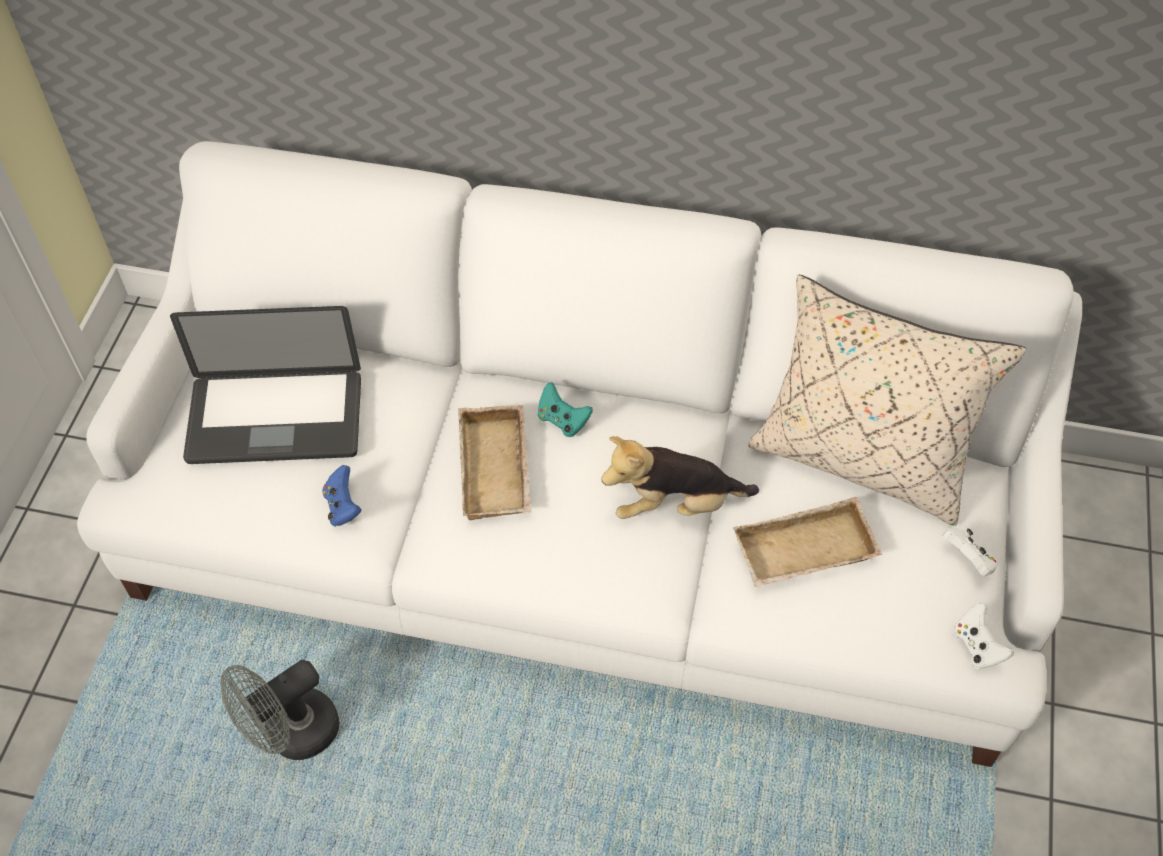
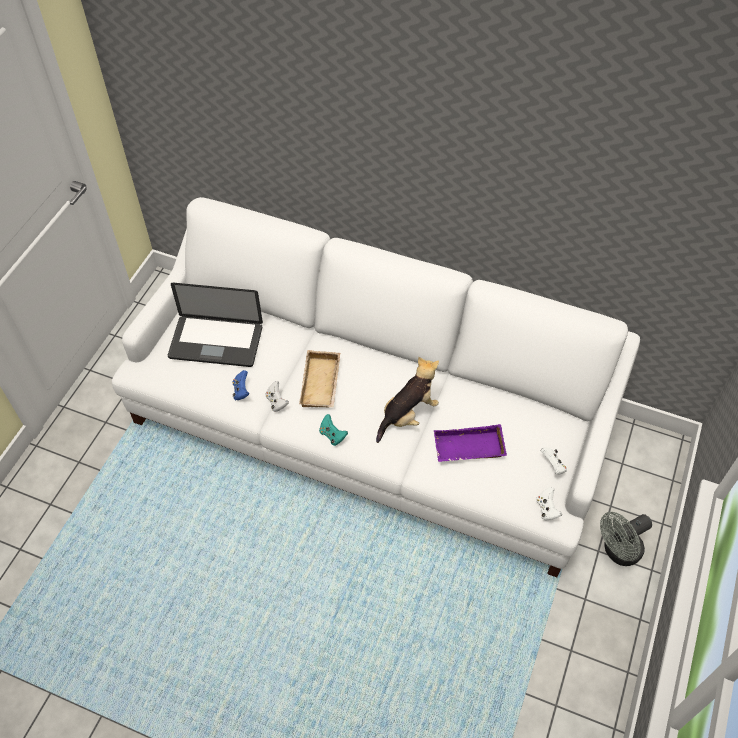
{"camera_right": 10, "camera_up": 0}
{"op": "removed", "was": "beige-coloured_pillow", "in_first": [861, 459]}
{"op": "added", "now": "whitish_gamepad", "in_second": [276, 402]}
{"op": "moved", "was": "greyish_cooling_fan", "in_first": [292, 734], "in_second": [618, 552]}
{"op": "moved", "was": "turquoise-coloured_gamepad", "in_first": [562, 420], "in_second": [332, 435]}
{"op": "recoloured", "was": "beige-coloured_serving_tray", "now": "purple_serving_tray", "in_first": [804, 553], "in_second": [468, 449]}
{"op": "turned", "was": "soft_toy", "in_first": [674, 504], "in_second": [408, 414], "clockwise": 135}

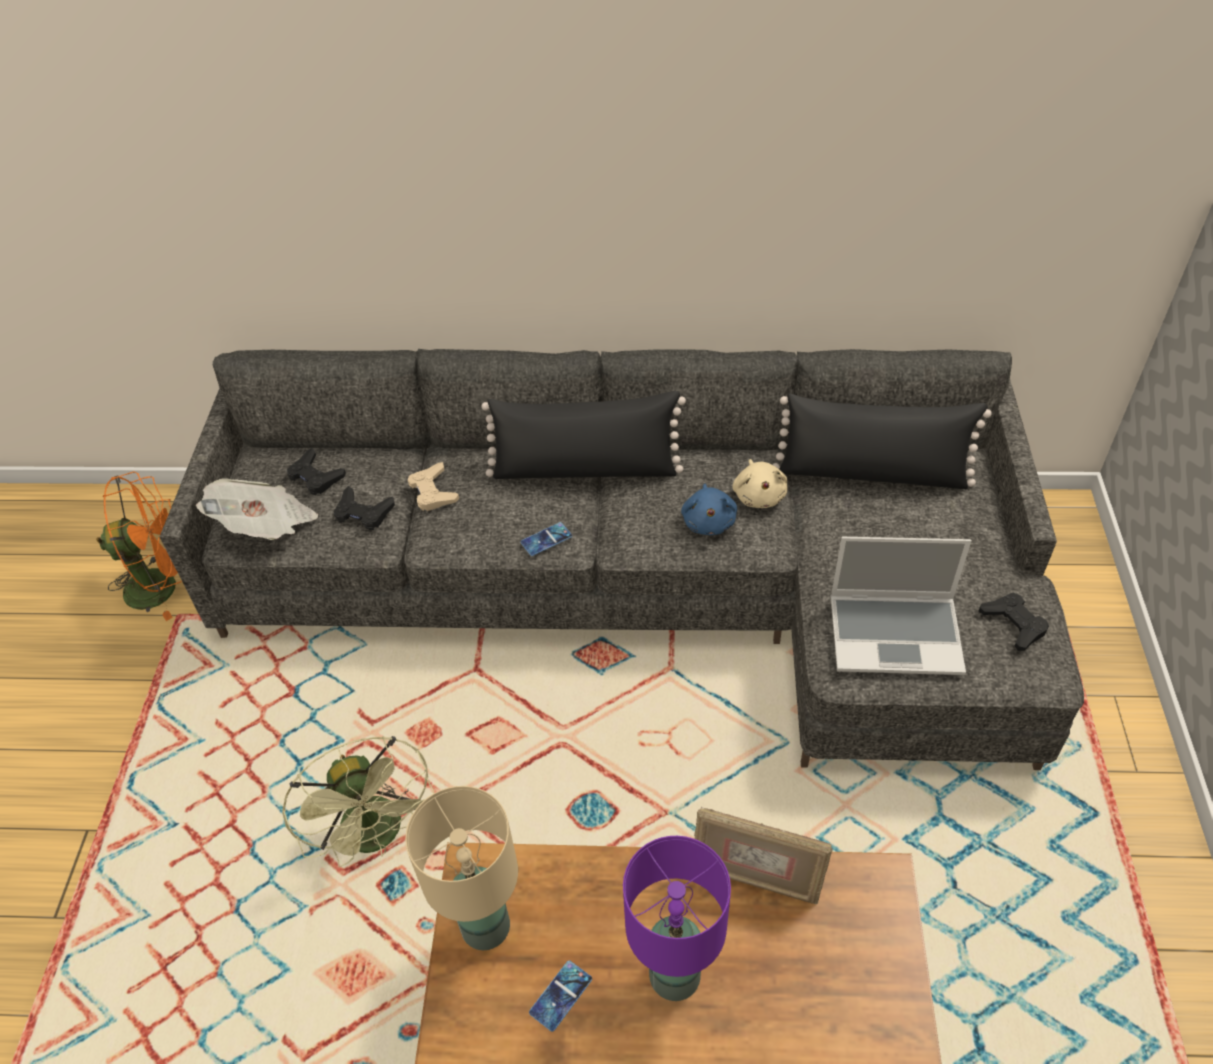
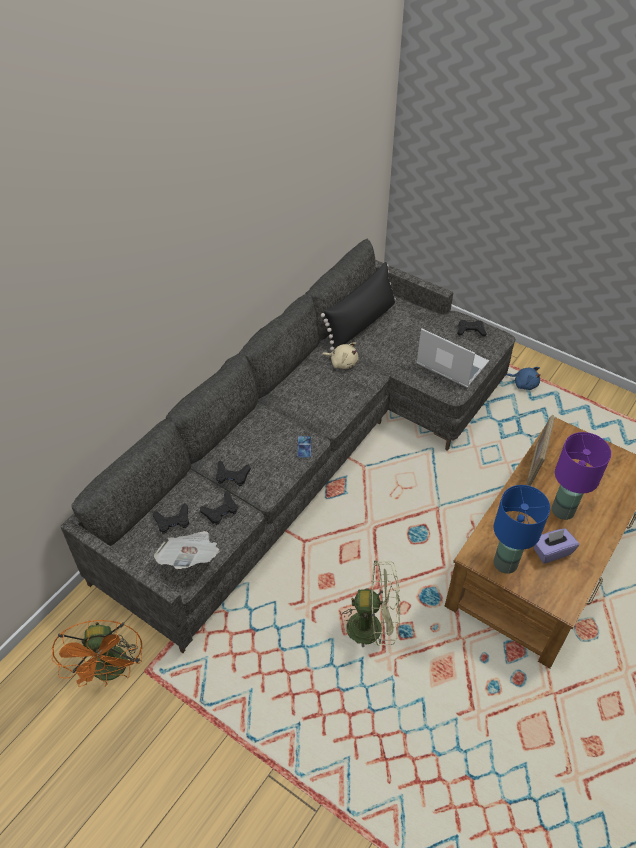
{"camera_right": -60, "camera_up": 0}
{"op": "removed", "was": "black-coloured_pillow", "in_first": [585, 469]}
{"op": "moved", "was": "bluish_soft_toy", "in_first": [709, 521], "in_second": [524, 384]}
{"op": "replaced", "was": "telephone", "now": "purple_tissue_box", "in_first": [560, 995], "in_second": [551, 551]}
{"op": "recoloured", "was": "beige-coloured_tabletop_lamp", "now": "bluish_tabletop_lamp", "in_first": [485, 928], "in_second": [506, 564]}
{"op": "recoloured", "was": "beige-coloured_gamepad", "now": "black-coloured_gamepad", "in_first": [433, 492], "in_second": [232, 475]}
{"op": "turned", "was": "orange_cooling_fan", "in_first": [163, 585], "in_second": [111, 671], "clockwise": 150}
{"op": "turned", "was": "picture_frame", "in_first": [755, 879], "in_second": [536, 465], "clockwise": 150}
{"op": "turned", "was": "laptop", "in_first": [896, 634], "in_second": [450, 364], "clockwise": -90}

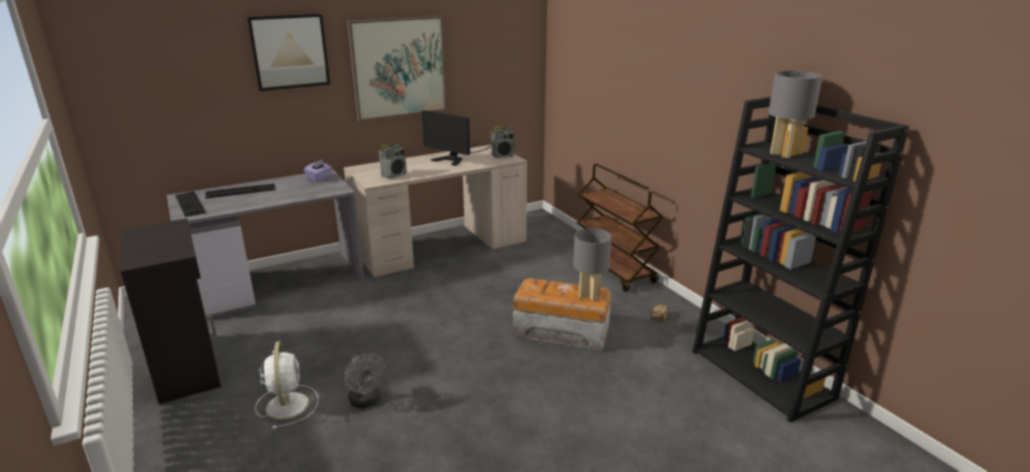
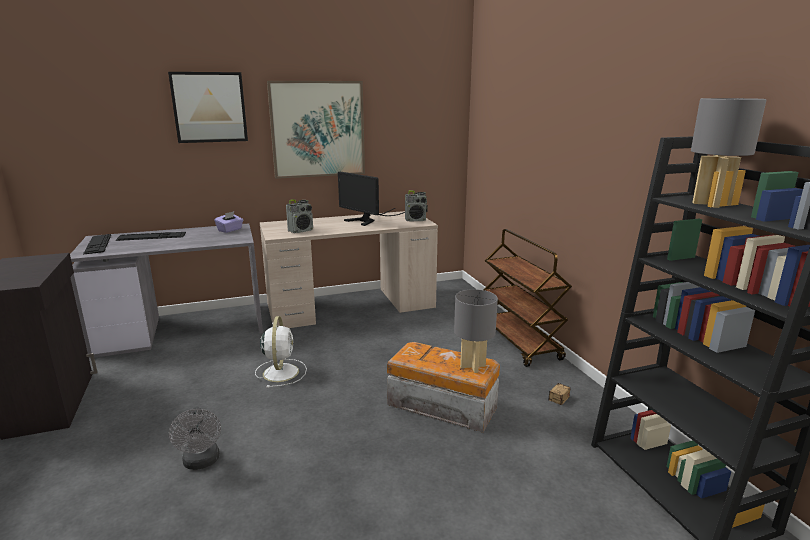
{"camera_right": 10, "camera_up": -5}
{"op": "moved", "was": "whitish_cooling_fan", "in_first": [287, 404], "in_second": [281, 372]}

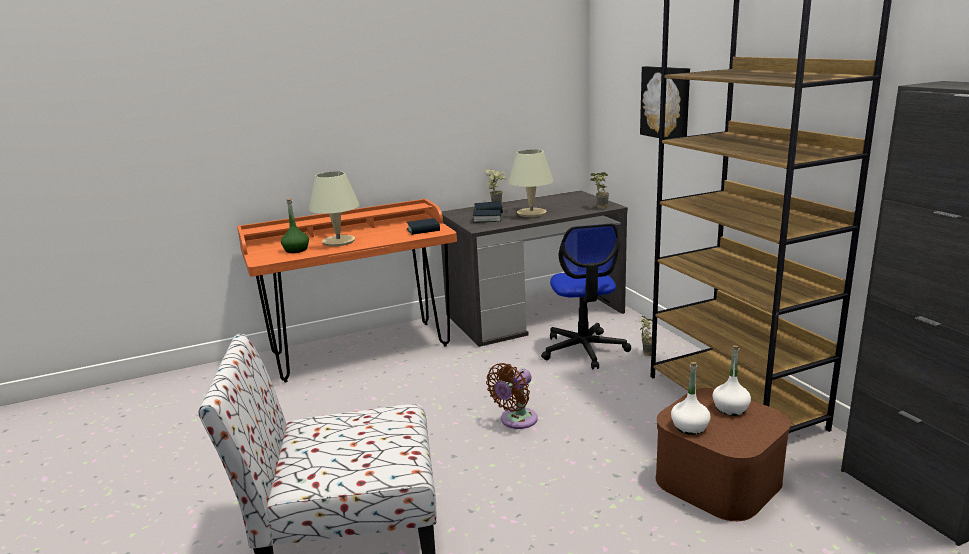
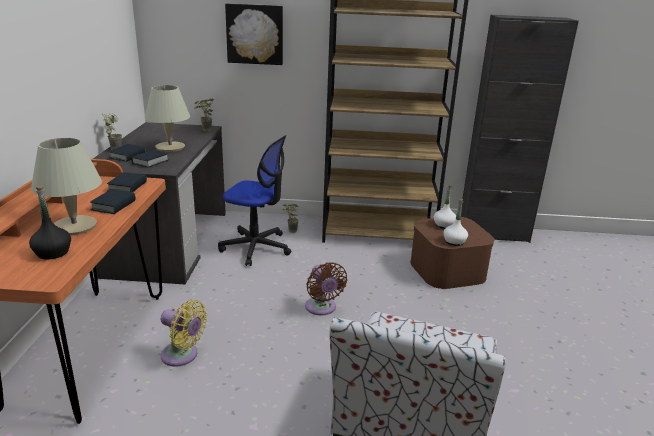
{"camera_right": -65, "camera_up": 5}
{"op": "added", "now": "volume", "in_second": [114, 205]}
{"op": "added", "now": "yellow-coloured_cooling_fan", "in_second": [182, 356]}
{"op": "recoloured", "was": "greenish_drink_bottle", "now": "black-coloured_drink_bottle", "in_first": [296, 250], "in_second": [53, 253]}

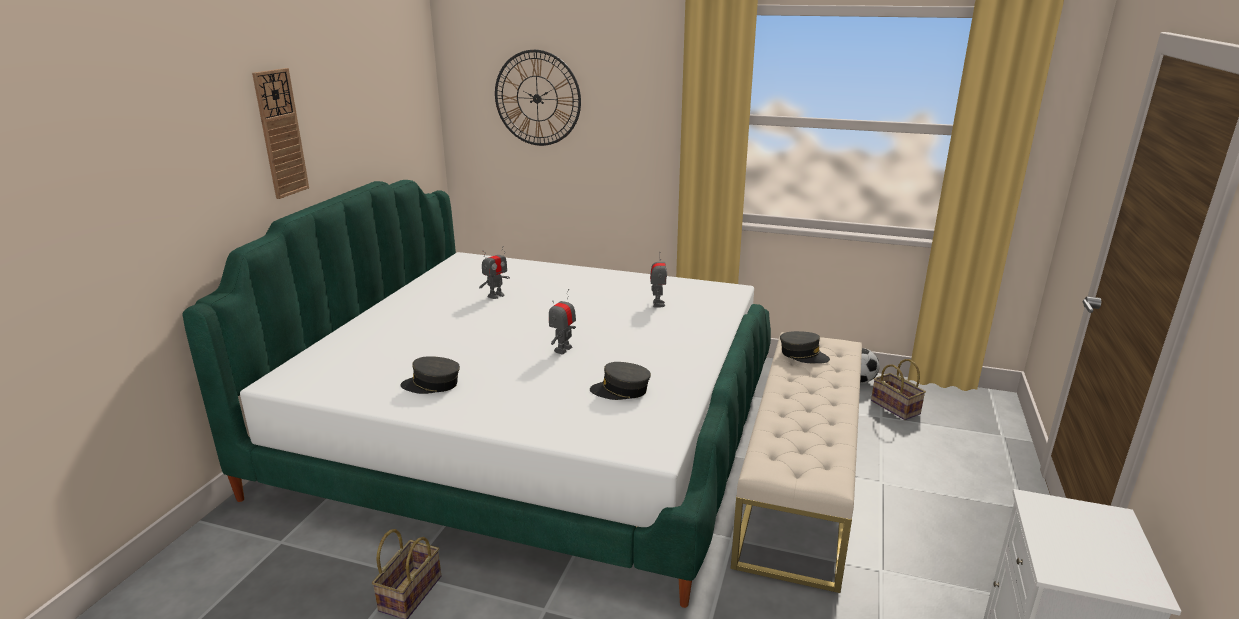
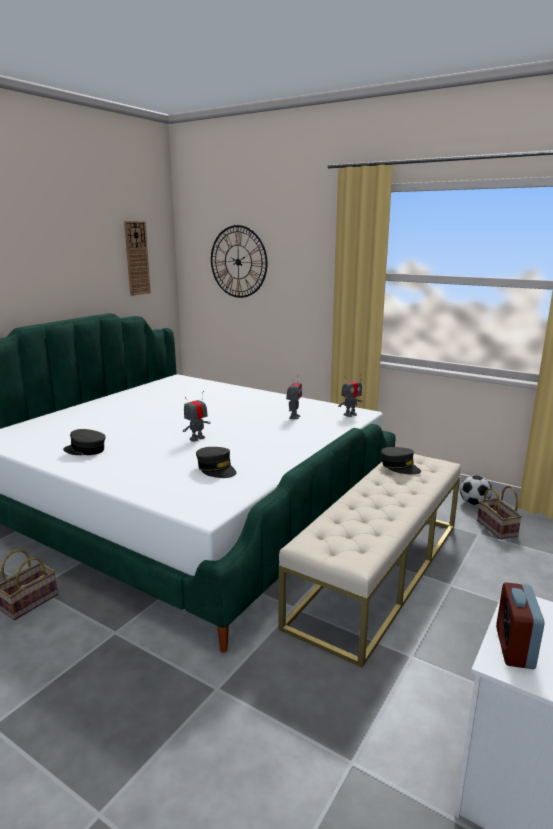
{"camera_right": 15, "camera_up": -5}
{"op": "added", "now": "bedside_clock", "in_second": [514, 648]}
{"op": "moved", "was": "wall_clock", "in_first": [280, 133], "in_second": [137, 258]}
{"op": "moved", "was": "toy_robot", "in_first": [496, 295], "in_second": [350, 414]}
{"op": "turned", "was": "greyish_peaked_cap", "in_first": [621, 390], "in_second": [216, 469], "clockwise": -150}

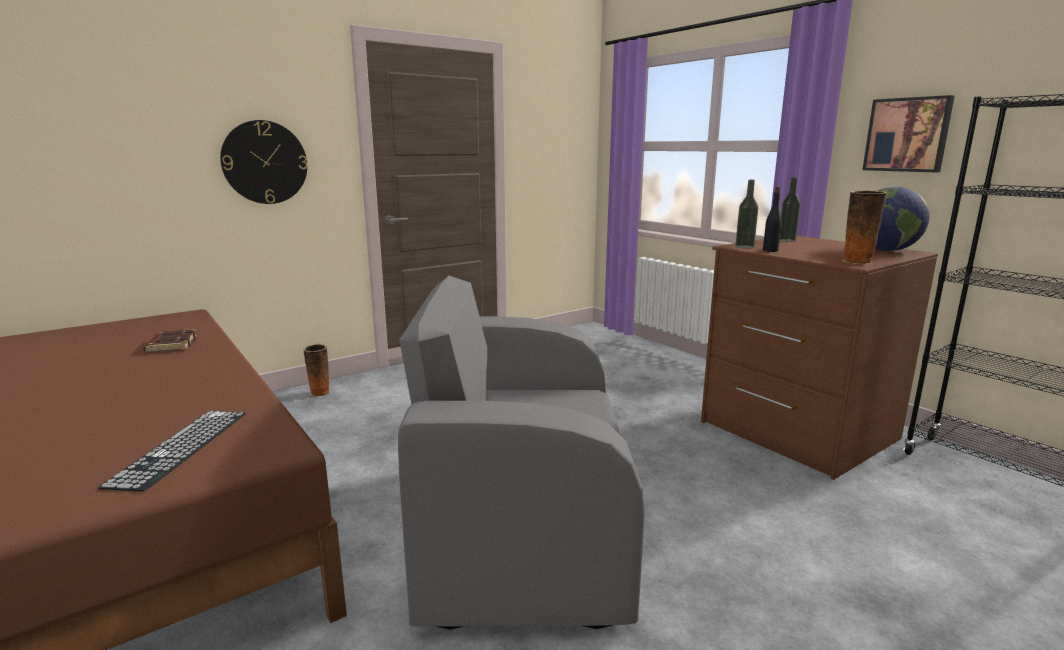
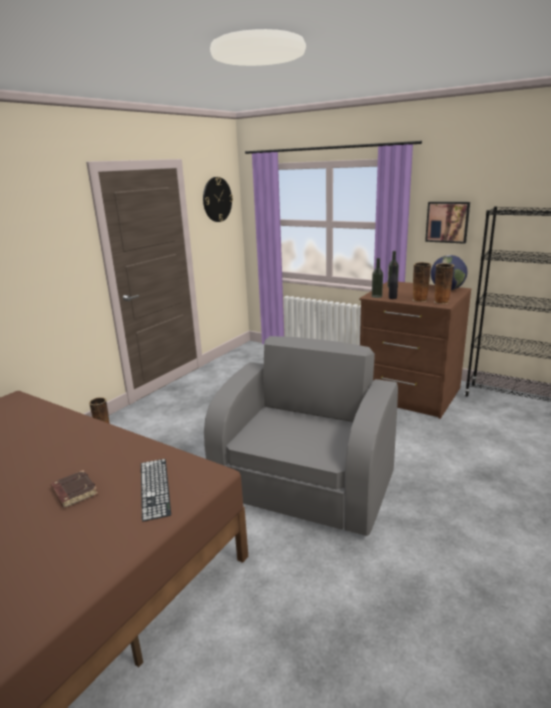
{"camera_right": -20, "camera_up": 5}
{"op": "added", "now": "decorative_vase", "in_second": [420, 300]}
{"op": "moved", "was": "brown-coloured_volume", "in_first": [171, 345], "in_second": [73, 492]}
{"op": "moved", "was": "wall_clock", "in_first": [265, 162], "in_second": [217, 199]}
{"op": "turned", "was": "greyish_armchair", "in_first": [521, 529], "in_second": [305, 485], "clockwise": 135}

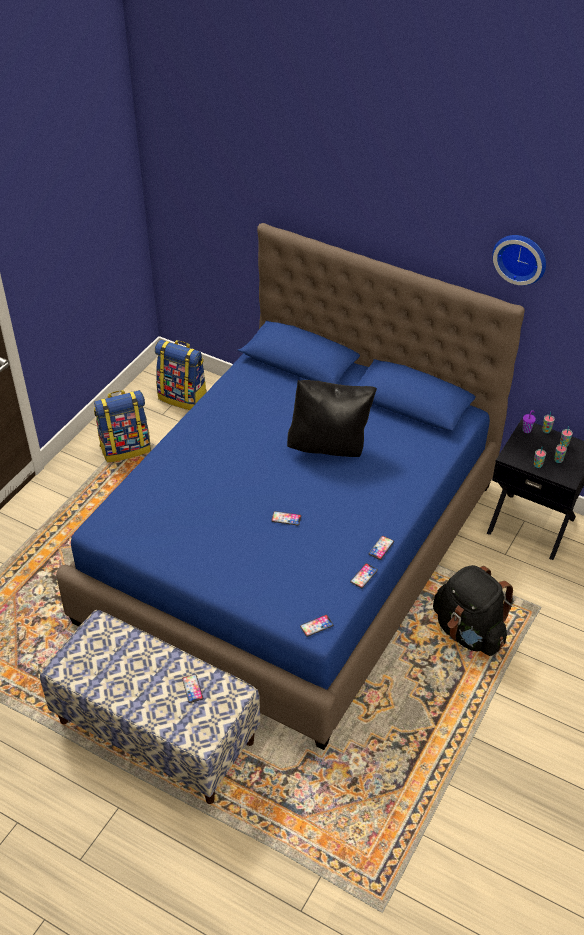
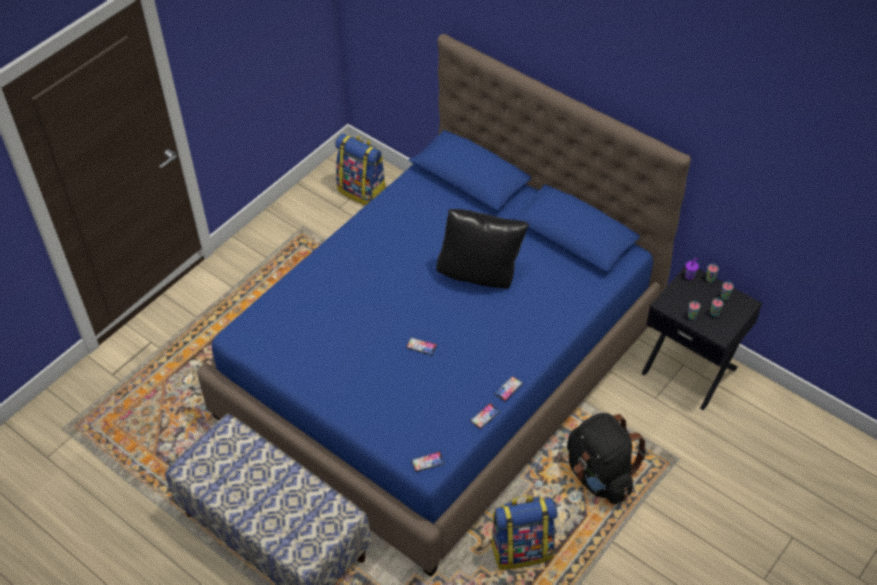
{"camera_right": 10, "camera_up": 5}
{"op": "removed", "was": "telephone", "in_first": [192, 689]}
{"op": "removed", "was": "wall_clock", "in_first": [521, 257]}
{"op": "moved", "was": "backpack", "in_first": [126, 448], "in_second": [522, 549]}

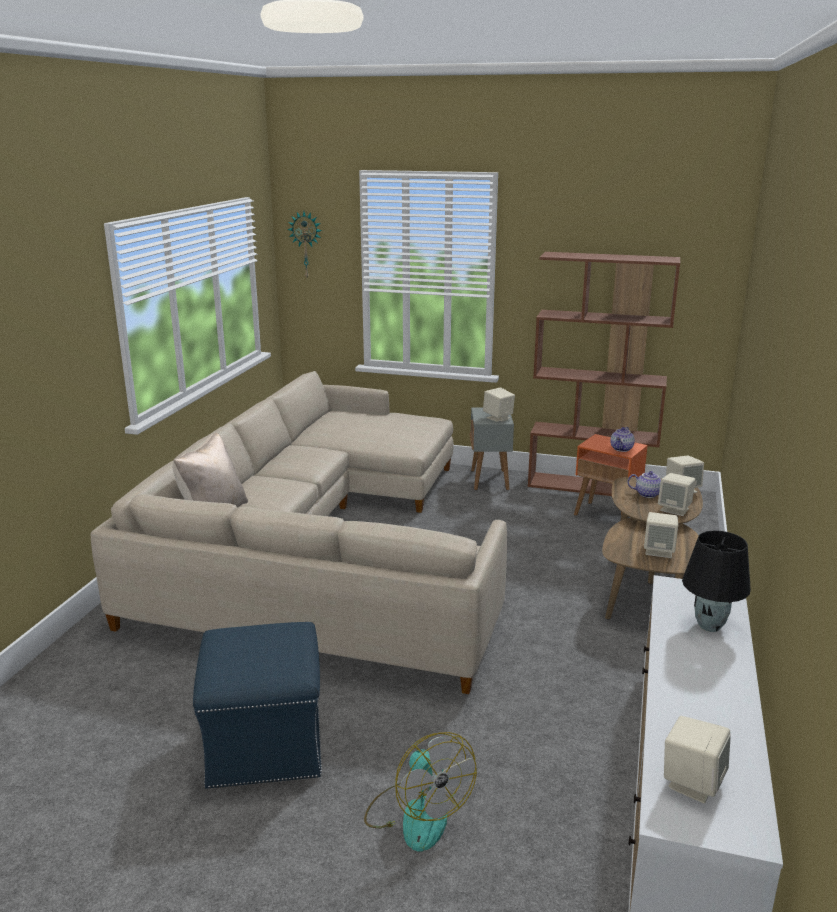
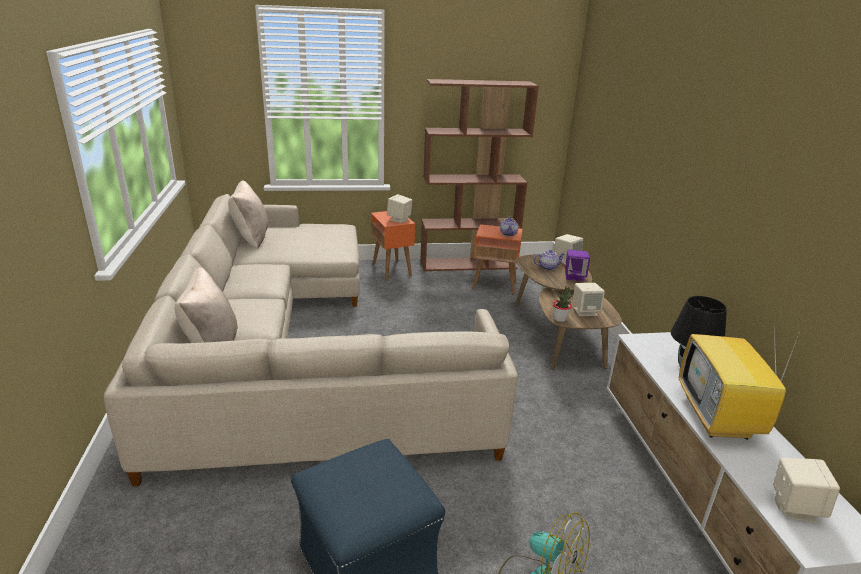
{"camera_right": -25, "camera_up": 5}
{"op": "removed", "was": "wall_clock", "in_first": [306, 245]}
{"op": "added", "now": "beige-coloured_pillow", "in_second": [251, 238]}
{"op": "added", "now": "houseplant", "in_second": [560, 319]}
{"op": "added", "now": "television", "in_second": [719, 419]}
{"op": "recoloured", "was": "greyish_end_table", "now": "orange_end_table", "in_first": [489, 480], "in_second": [392, 270]}
{"op": "recoloured", "was": "beige-coloured_speaker", "now": "purple_speaker", "in_first": [675, 509], "in_second": [574, 277]}

